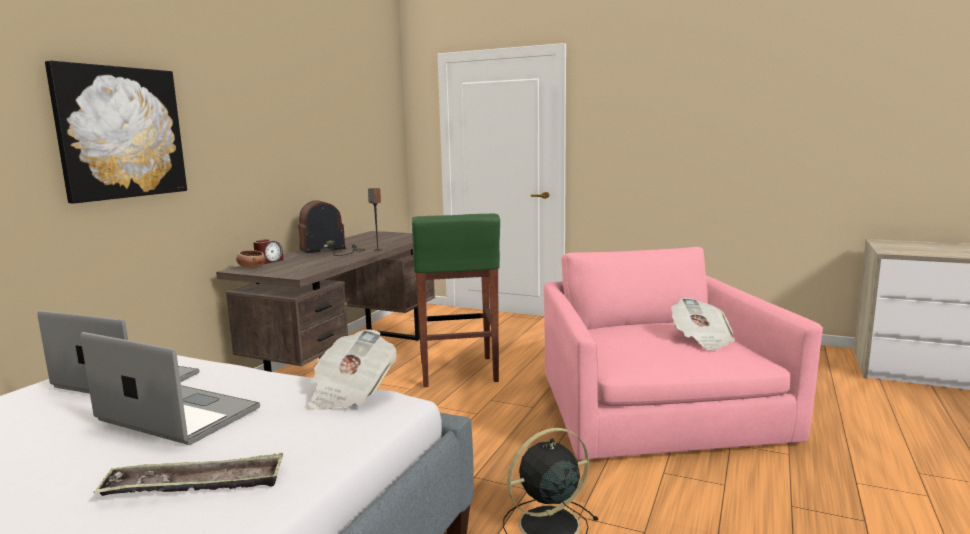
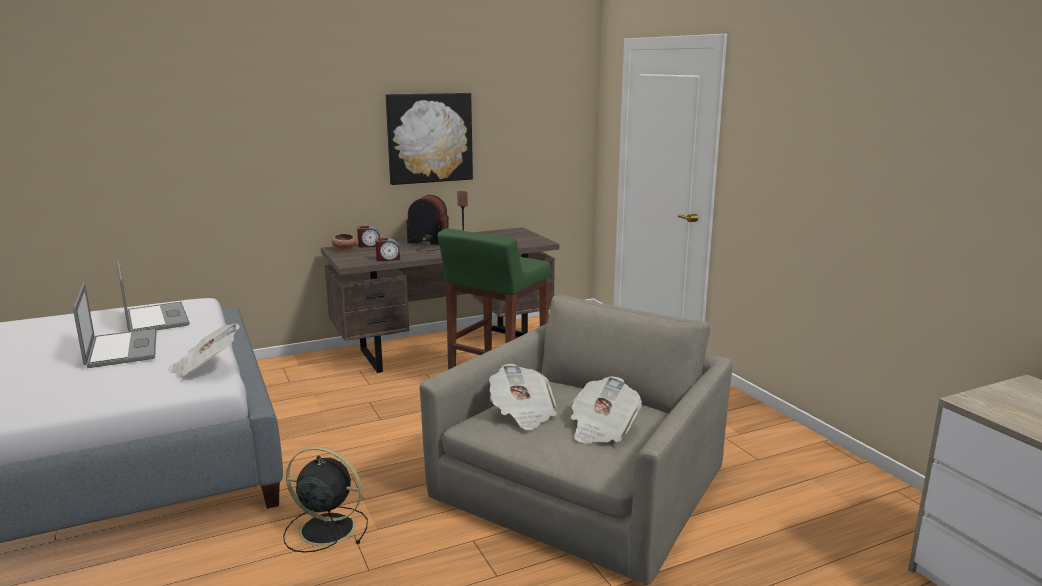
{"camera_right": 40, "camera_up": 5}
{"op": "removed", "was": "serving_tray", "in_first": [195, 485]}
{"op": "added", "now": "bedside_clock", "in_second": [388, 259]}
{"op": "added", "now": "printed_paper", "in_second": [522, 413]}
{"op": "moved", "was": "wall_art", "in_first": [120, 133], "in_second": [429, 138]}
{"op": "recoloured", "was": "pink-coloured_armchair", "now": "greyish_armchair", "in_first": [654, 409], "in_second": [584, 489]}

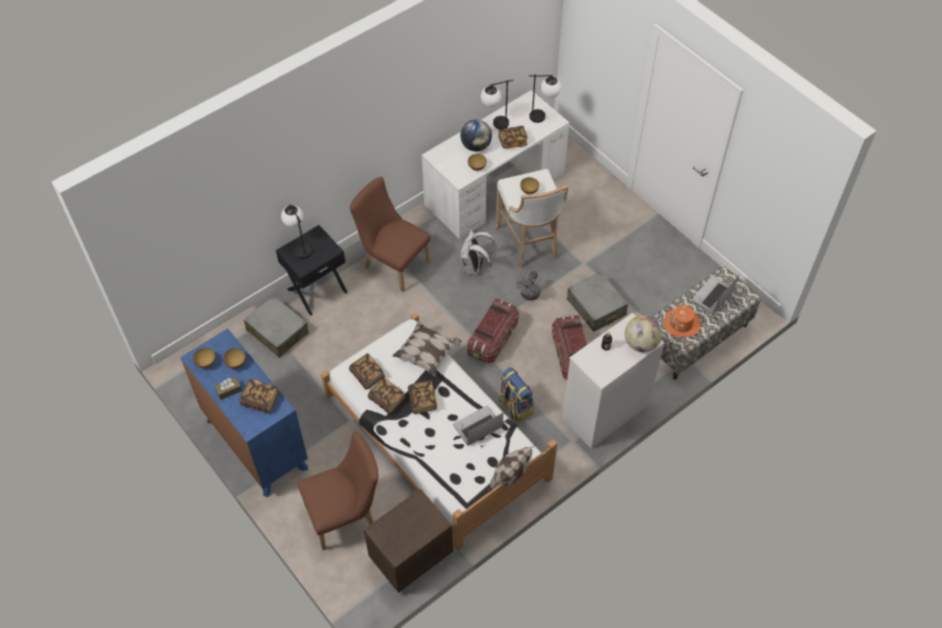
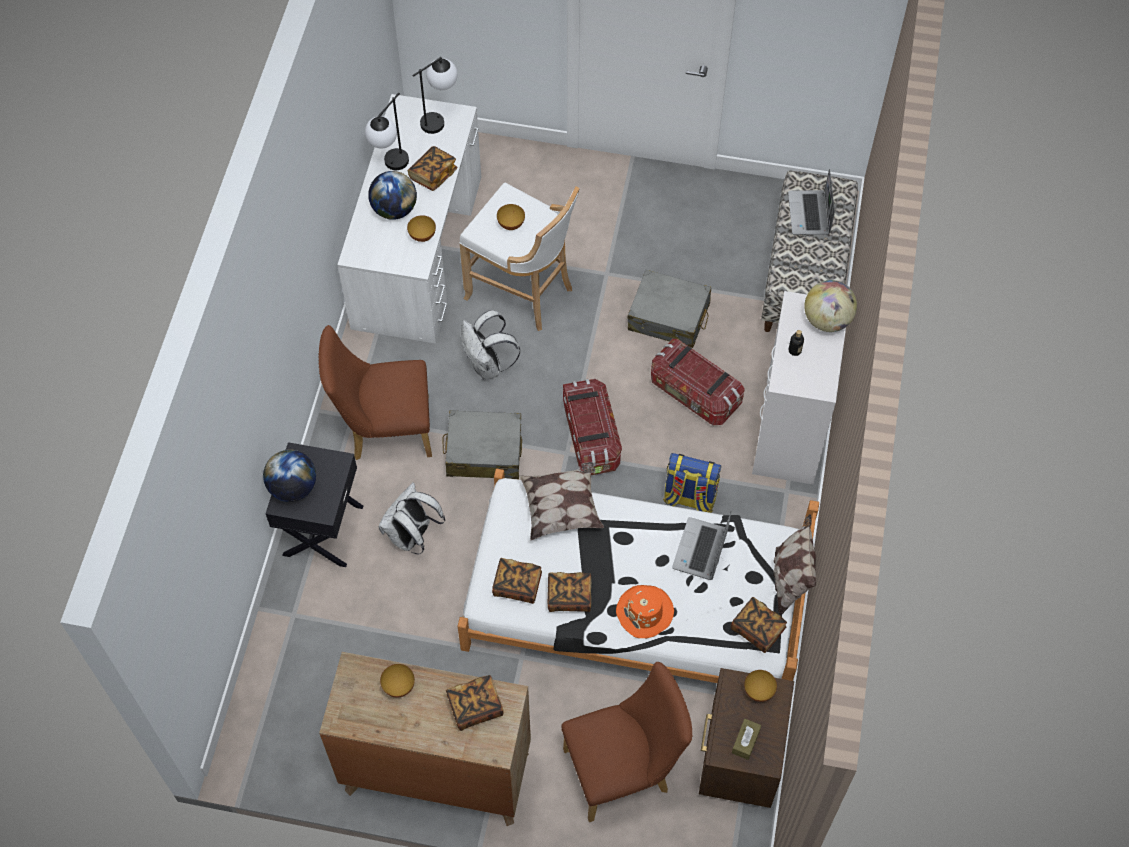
{"camera_right": -40, "camera_up": 5}
{"op": "removed", "was": "greyish_cooling_fan", "in_first": [529, 295]}
{"op": "added", "now": "whitish_backpack", "in_second": [412, 536]}
{"op": "moved", "was": "deep_dish", "in_first": [206, 363], "in_second": [758, 691]}
{"op": "moved", "was": "brown-coloured_tissue_box", "in_first": [229, 390], "in_second": [745, 741]}
{"op": "moved", "was": "greyish_suitcase", "in_first": [277, 331], "in_second": [483, 452]}
{"op": "moved", "was": "volume", "in_first": [422, 401], "in_second": [757, 629]}
{"op": "moved", "was": "orange_clothing_hat", "in_first": [681, 323], "in_second": [645, 612]}
{"op": "replaced", "was": "tabletop_lamp", "now": "globe", "in_first": [299, 247], "in_second": [293, 488]}
{"op": "recoloured", "was": "bluish_chest_of_drawers", "now": "brown-coloured_chest_of_drawers", "in_first": [256, 444], "in_second": [437, 772]}
{"op": "turned", "was": "brown-coloured_plain_chair", "in_first": [346, 515], "in_second": [624, 770], "clockwise": 45}

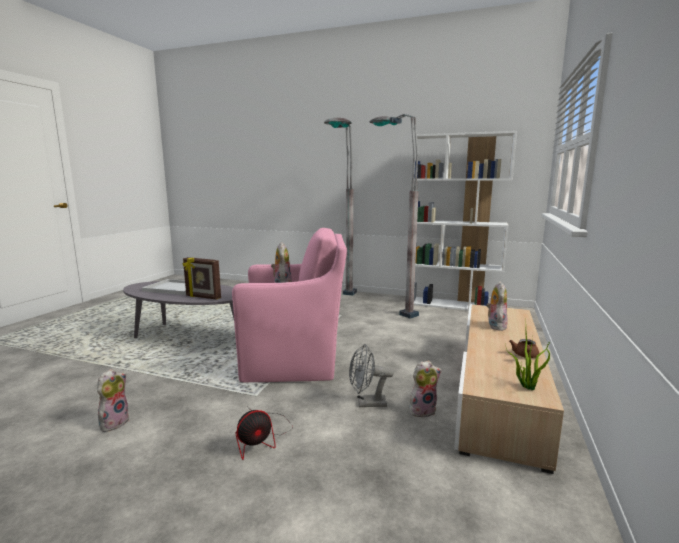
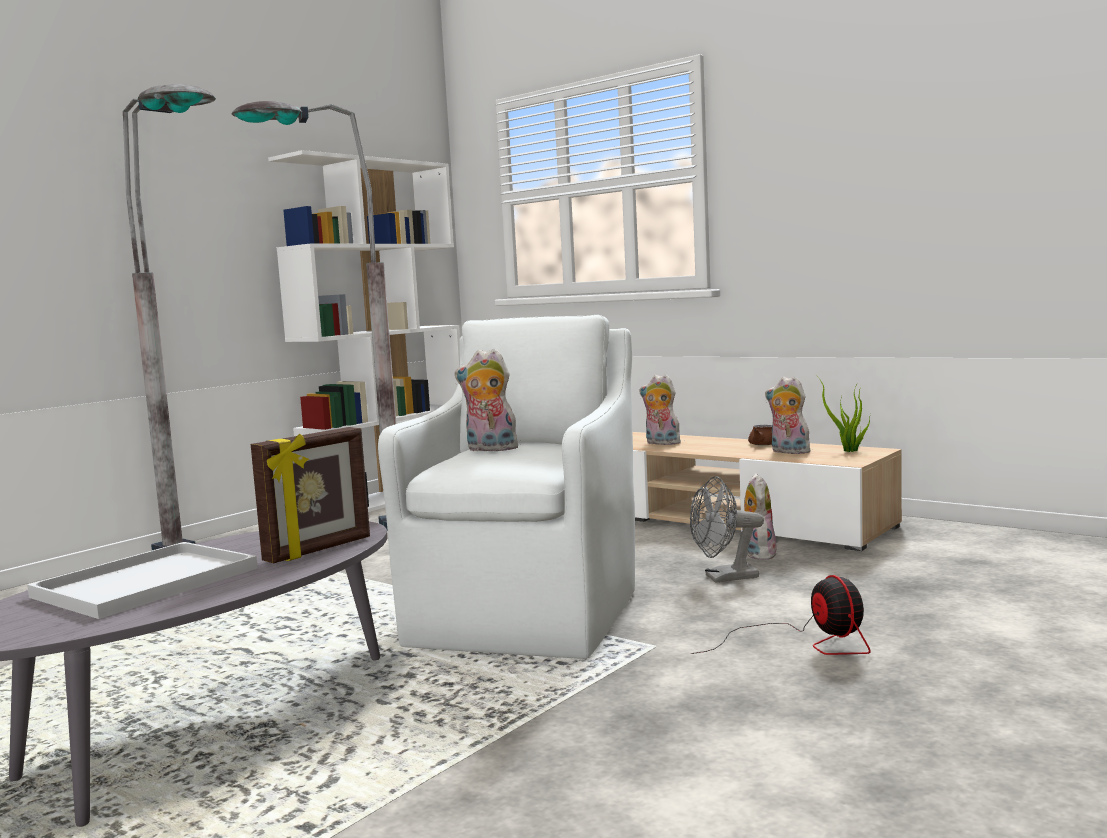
{"camera_right": -70, "camera_up": -5}
{"op": "moved", "was": "soft_toy", "in_first": [114, 422], "in_second": [788, 452]}
{"op": "recoloured", "was": "pink-coloured_armchair", "now": "whitish_armchair", "in_first": [294, 362], "in_second": [528, 614]}
{"op": "turned", "was": "greyish_cooling_fan", "in_first": [367, 403], "in_second": [724, 578], "clockwise": 60}

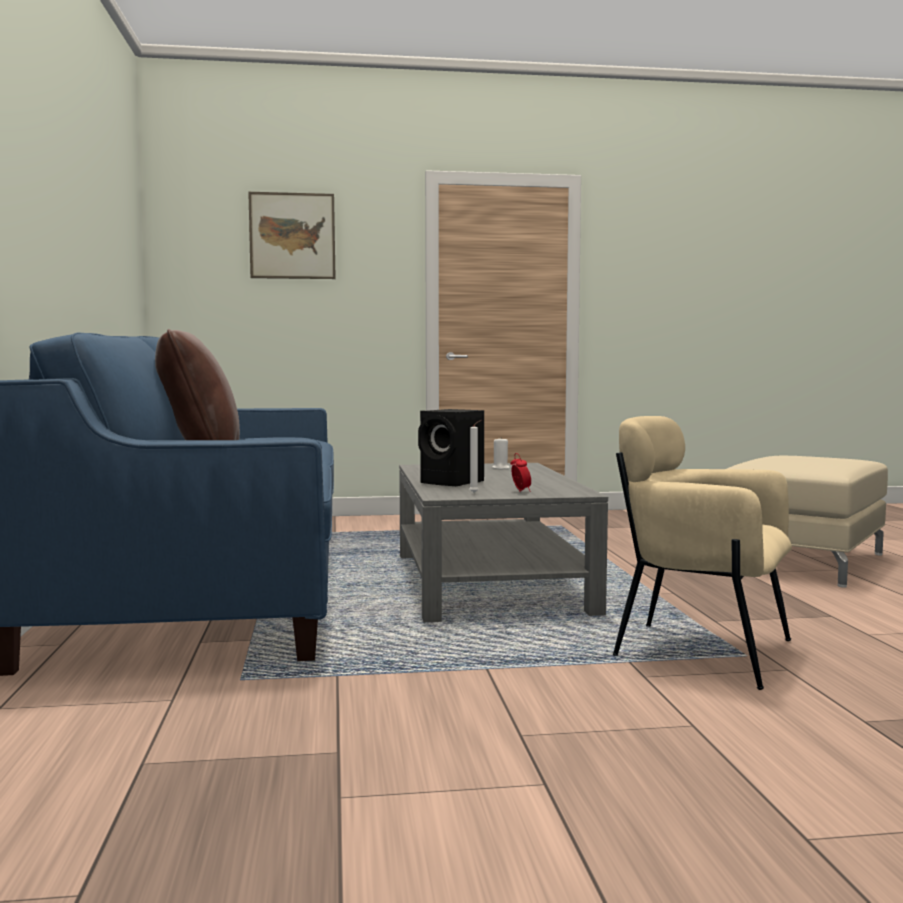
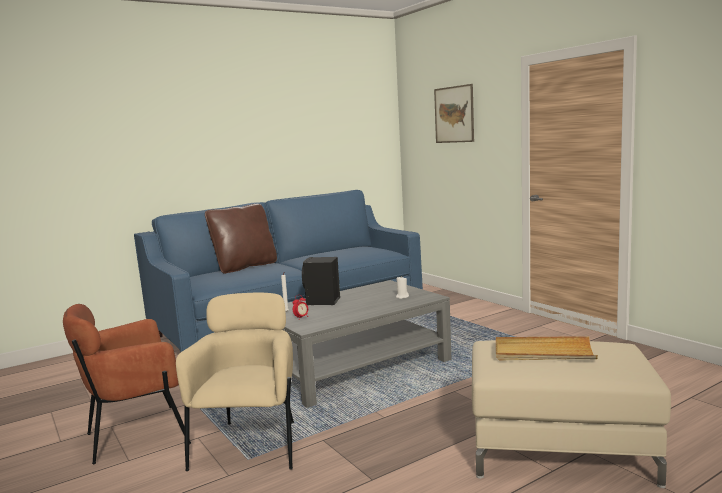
{"camera_right": 65, "camera_up": 5}
{"op": "added", "now": "brown-coloured_armchair", "in_second": [137, 436]}
{"op": "added", "now": "beige-coloured_serving_tray", "in_second": [543, 353]}

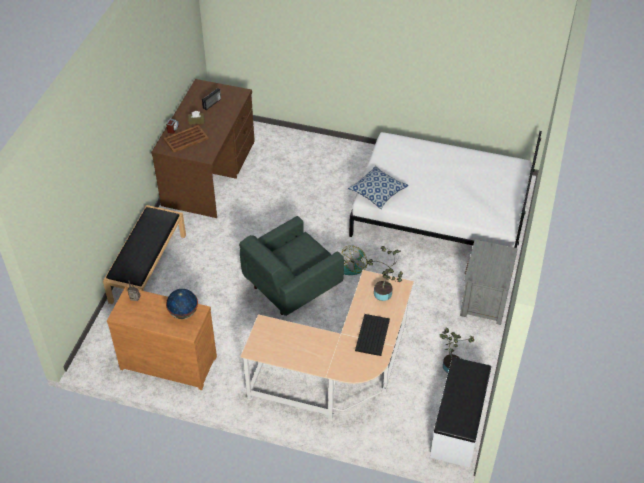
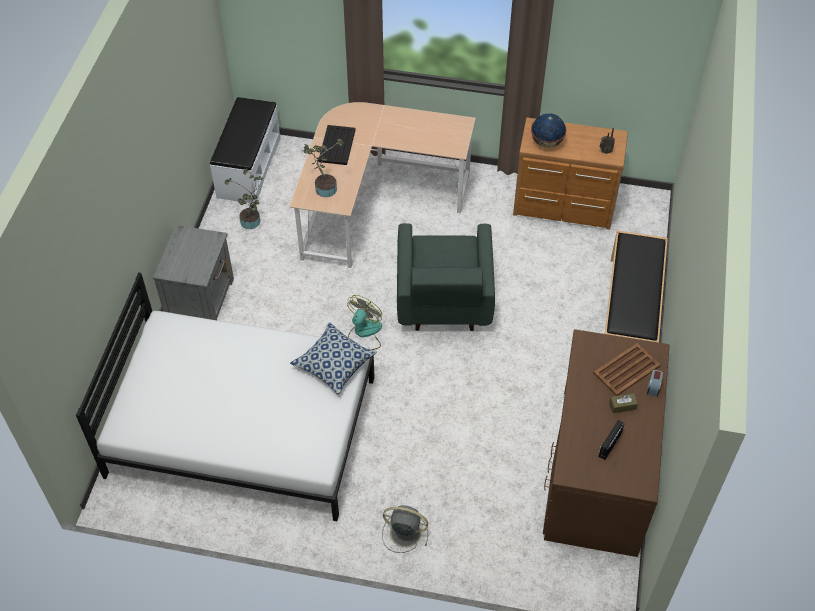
{"camera_right": 175, "camera_up": 5}
{"op": "added", "now": "greyish_cooling_fan", "in_second": [404, 533]}
{"op": "turned", "was": "greenish_armchair", "in_first": [290, 286], "in_second": [443, 300], "clockwise": 135}

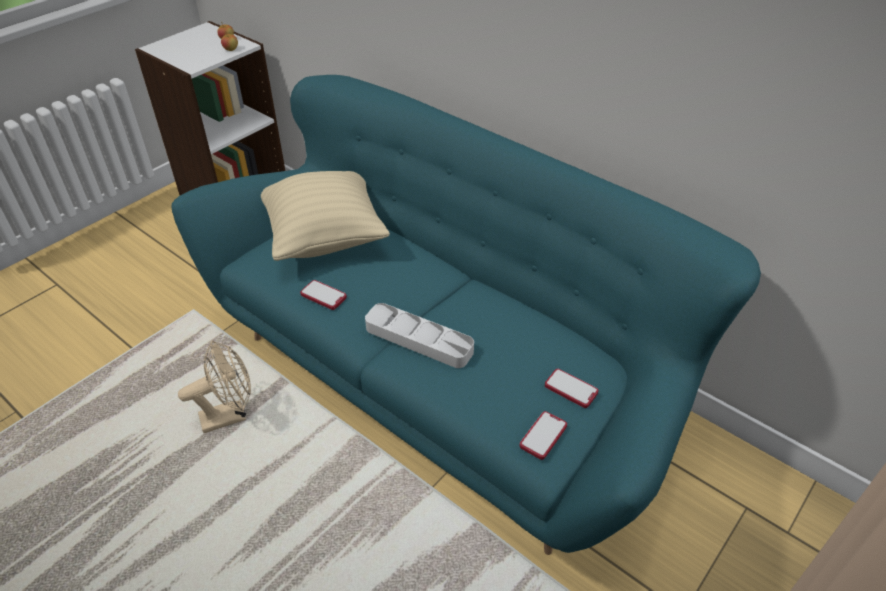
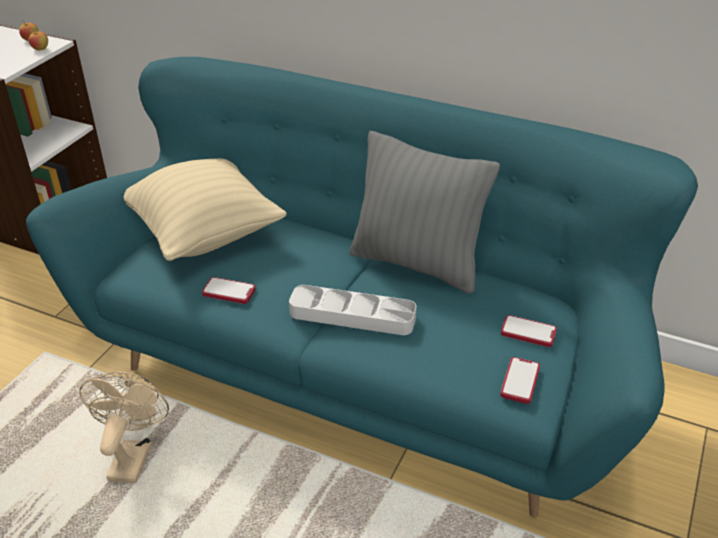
{"camera_right": -15, "camera_up": -5}
{"op": "added", "now": "greyish_pillow", "in_second": [417, 263]}
{"op": "turned", "was": "beige-coloured_cooling_fan", "in_first": [230, 415], "in_second": [132, 455], "clockwise": -45}

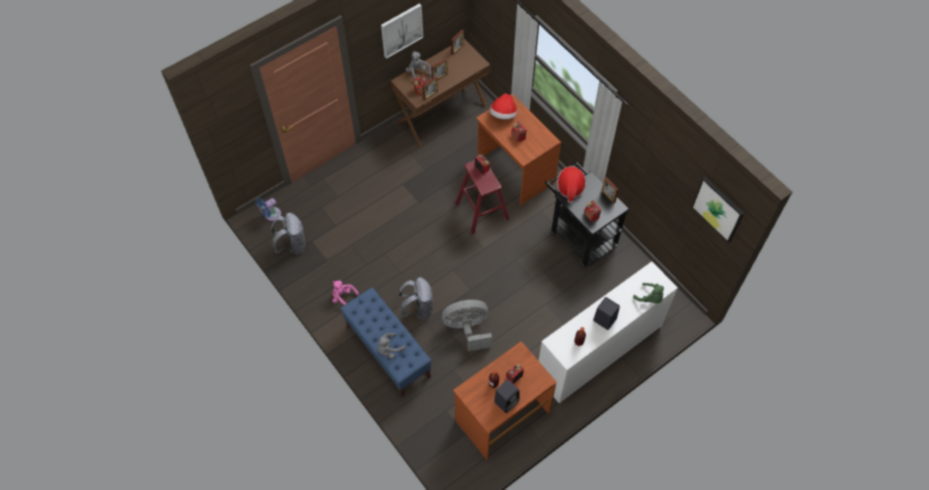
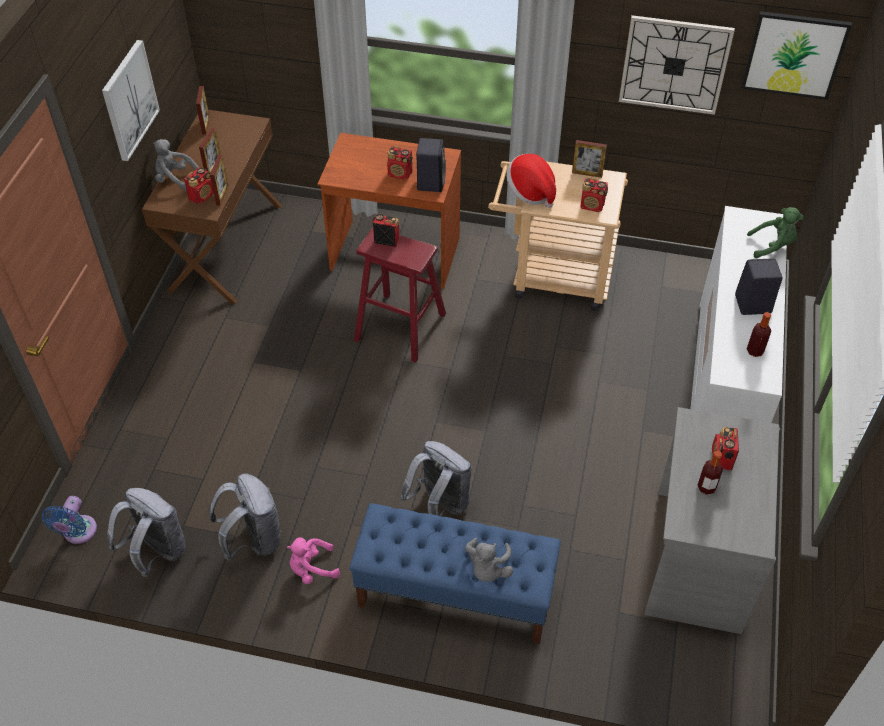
{"camera_right": -40, "camera_up": -10}
{"op": "removed", "was": "greyish_cooling_fan", "in_first": [467, 329]}
{"op": "removed", "was": "clothing_hat", "in_first": [503, 114]}
{"op": "added", "now": "greyish_backpack", "in_second": [253, 540]}
{"op": "added", "now": "wall_clock", "in_second": [674, 65]}
{"op": "moved", "was": "black-coloured_speaker", "in_first": [506, 401], "in_second": [430, 182]}
{"op": "recoloured", "was": "brown-coloured_desk_unit", "now": "greyish_desk_unit", "in_first": [502, 415], "in_second": [696, 559]}
{"op": "recoloured", "was": "black-coloured_wheeled_cart", "now": "beige-coloured_wheeled_cart", "in_first": [579, 235], "in_second": [552, 277]}

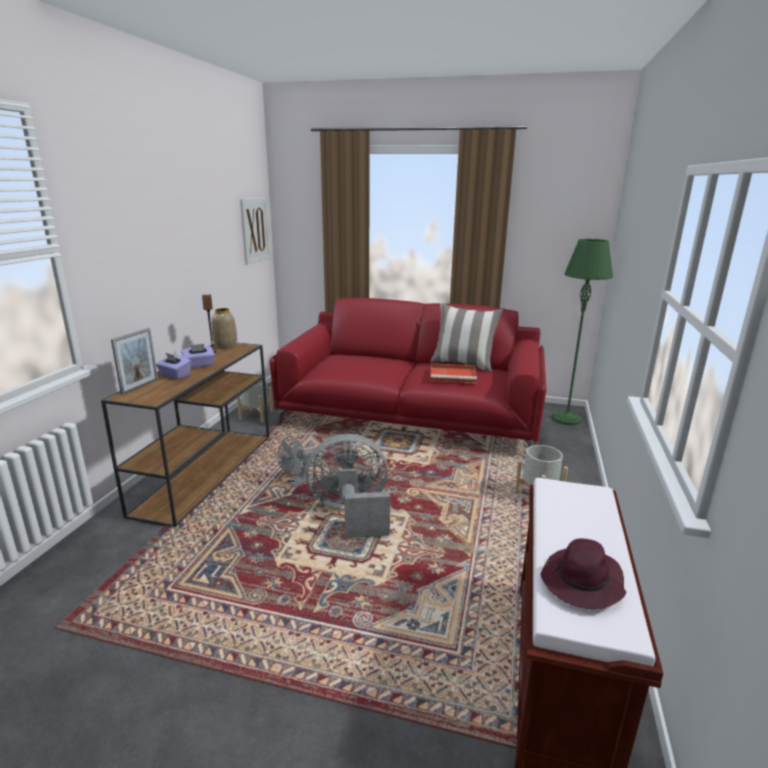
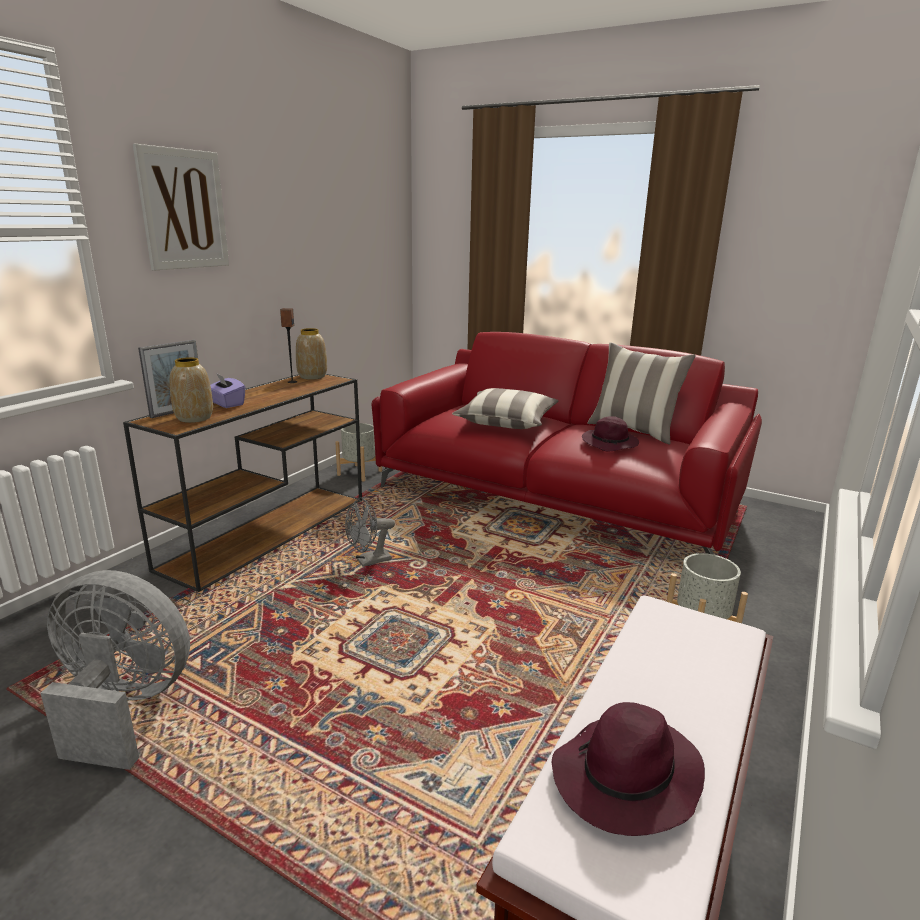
{"camera_right": 15, "camera_up": 0}
{"op": "removed", "was": "purple_tissue_box", "in_first": [199, 365]}
{"op": "removed", "was": "greenish_standing_lamp", "in_first": [566, 419]}
{"op": "added", "now": "decorative_vase", "in_second": [194, 418]}
{"op": "added", "now": "pillow", "in_second": [506, 422]}
{"op": "moved", "was": "wall_art", "in_first": [255, 230], "in_second": [183, 209]}
{"op": "moved", "was": "greyish_cooling_fan", "in_first": [351, 513], "in_second": [123, 707]}
{"op": "replaced", "was": "red_serving_tray", "now": "purple_clothing_hat", "in_first": [454, 375], "in_second": [610, 443]}

